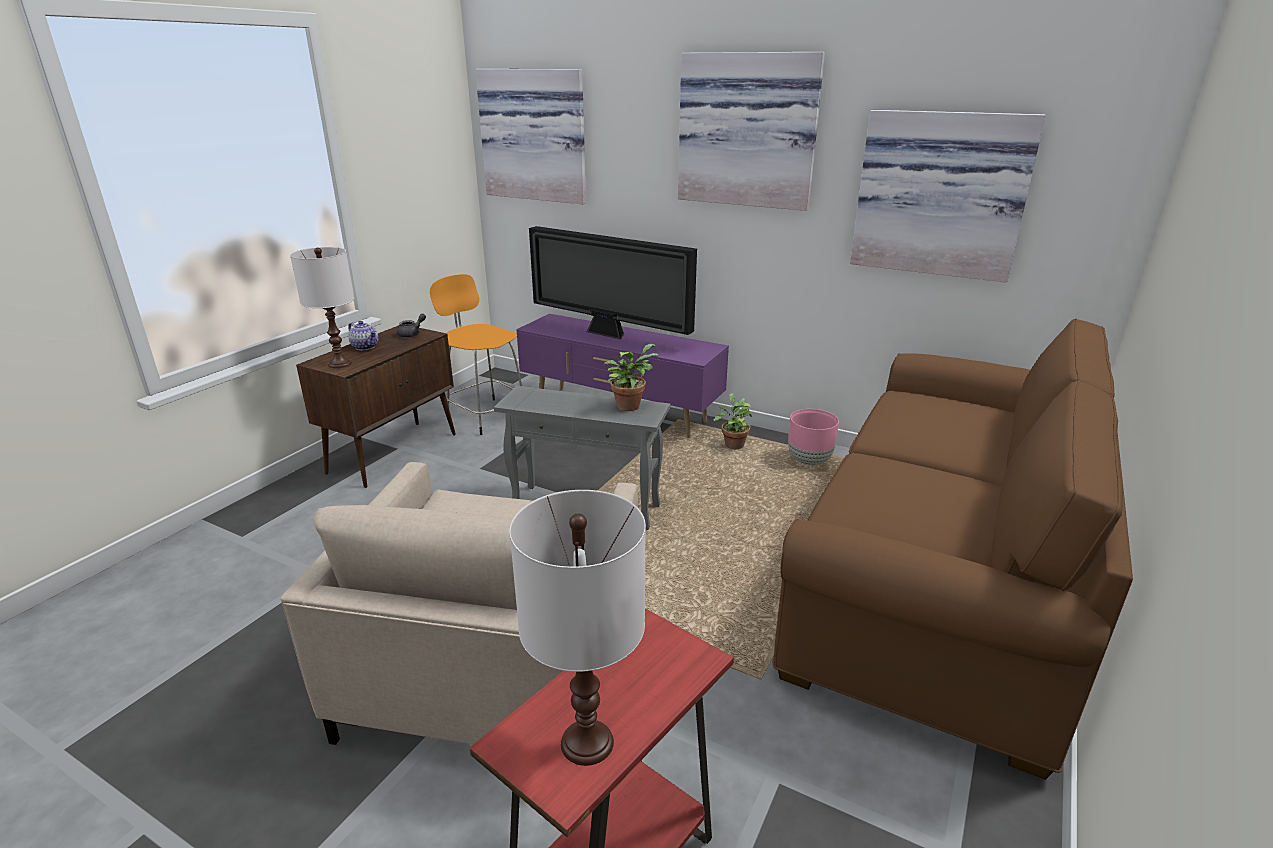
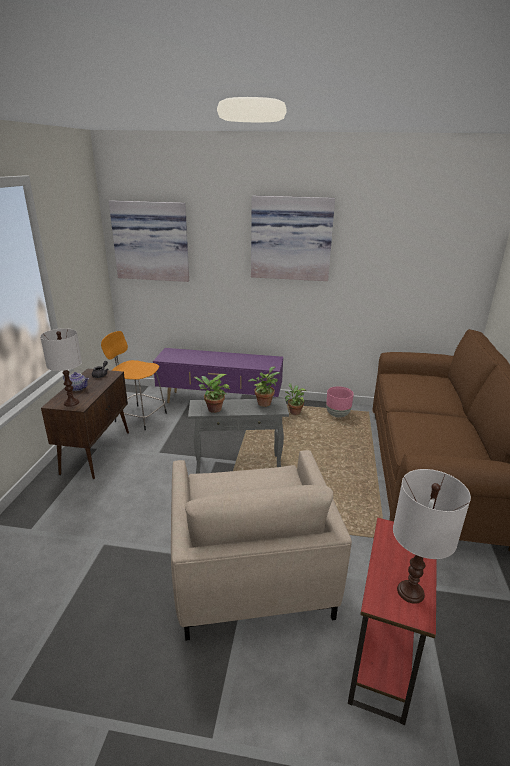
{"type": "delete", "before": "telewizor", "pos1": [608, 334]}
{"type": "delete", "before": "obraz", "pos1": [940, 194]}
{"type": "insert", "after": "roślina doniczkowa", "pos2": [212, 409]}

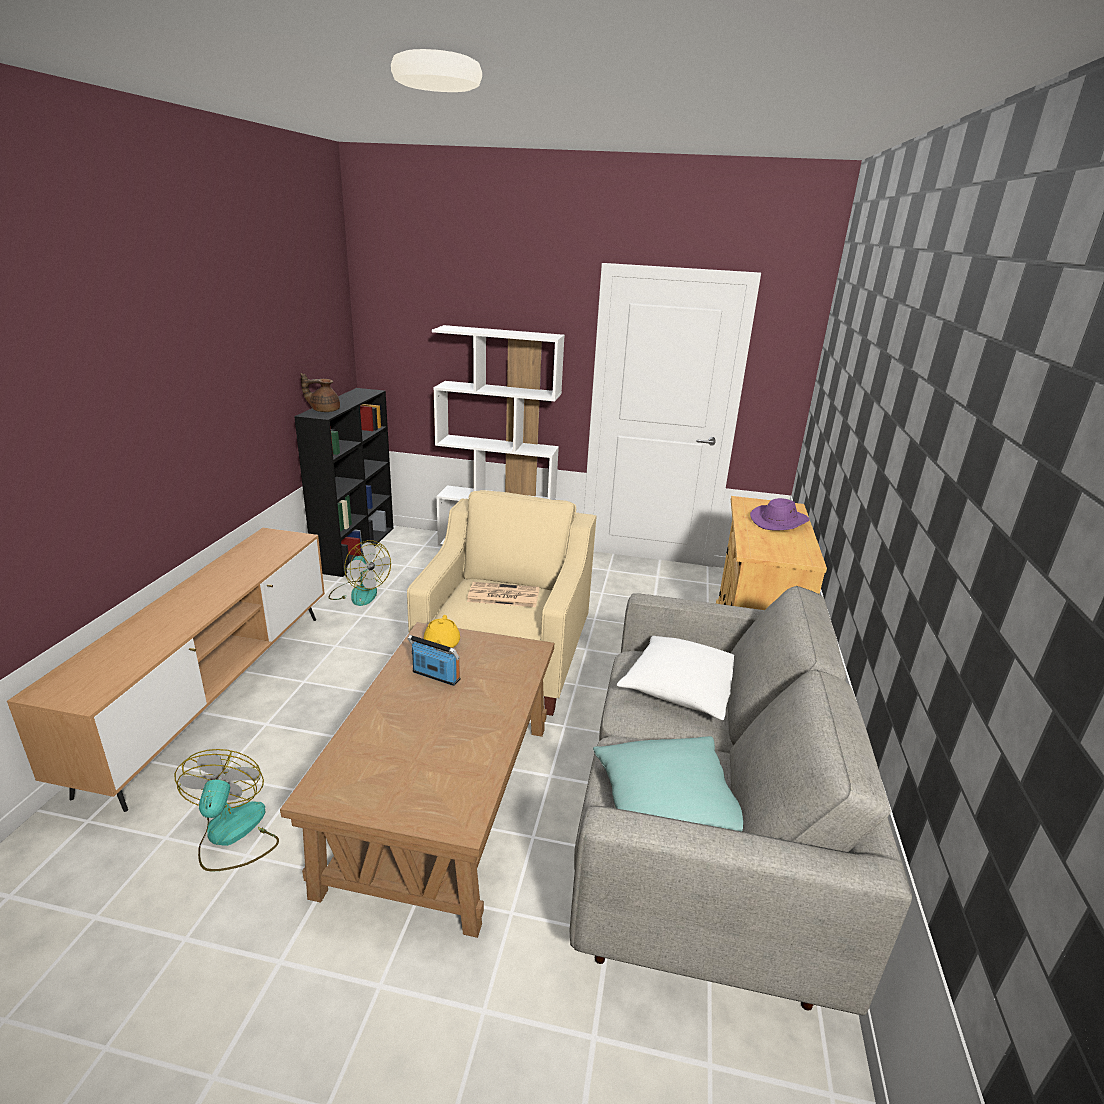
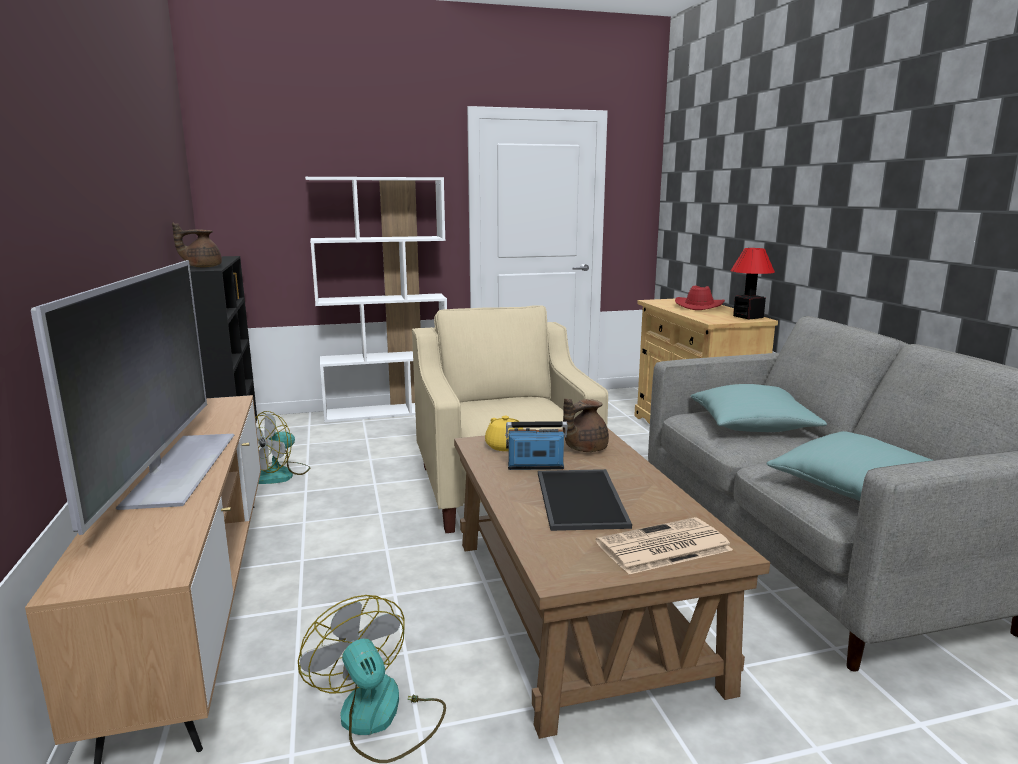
{"type": "insert", "after": "telewizor", "pos2": [178, 468]}
{"type": "insert", "after": "taca", "pos2": [583, 499]}
{"type": "insert", "after": "imbryk [brązowy]", "pos2": [584, 448]}
{"type": "insert", "after": "lampa stołowa", "pos2": [747, 316]}
{"type": "move", "before": "gazeta", "pos1": [502, 595], "pos2": [662, 547]}
{"type": "recolor", "before": "poduszka [biały]", "after": "poduszka [turkusowy]", "pos1": [682, 689], "pos2": [752, 425]}
{"type": "recolor", "before": "kapelusz [fioletowy]", "after": "kapelusz [czerwony]", "pos1": [779, 521], "pos2": [699, 306]}
{"type": "rotate", "before": "wentylator", "pos1": [359, 593], "pos2": [280, 474], "turn": 105}

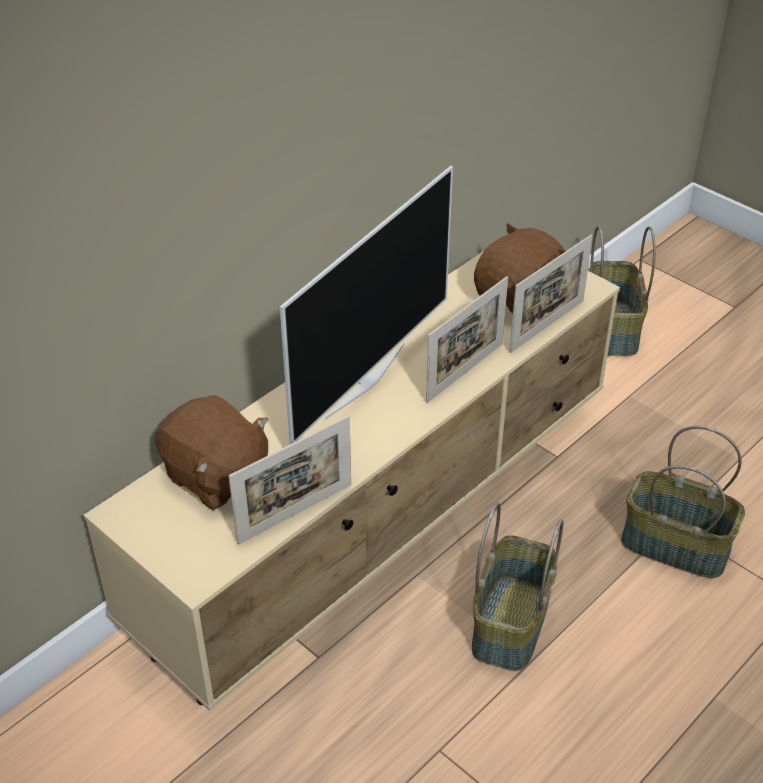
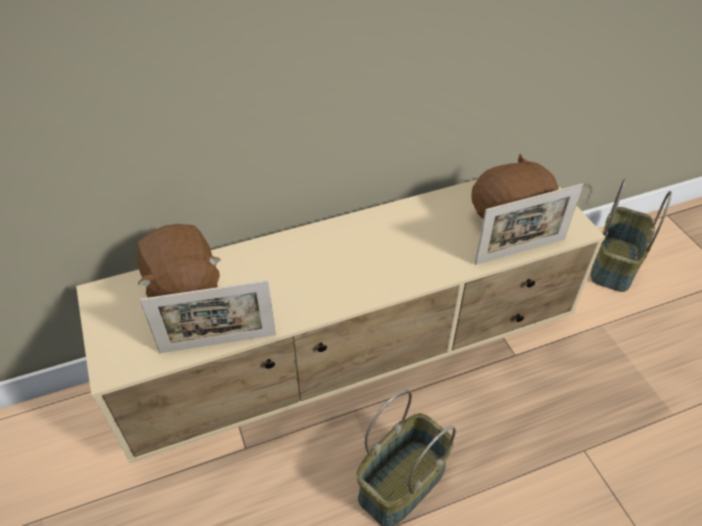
{"type": "delete", "before": "telewizor", "pos1": [363, 380]}
{"type": "delete", "before": "ramka na zdjęcie", "pos1": [465, 372]}
{"type": "delete", "before": "koszyk", "pos1": [673, 546]}

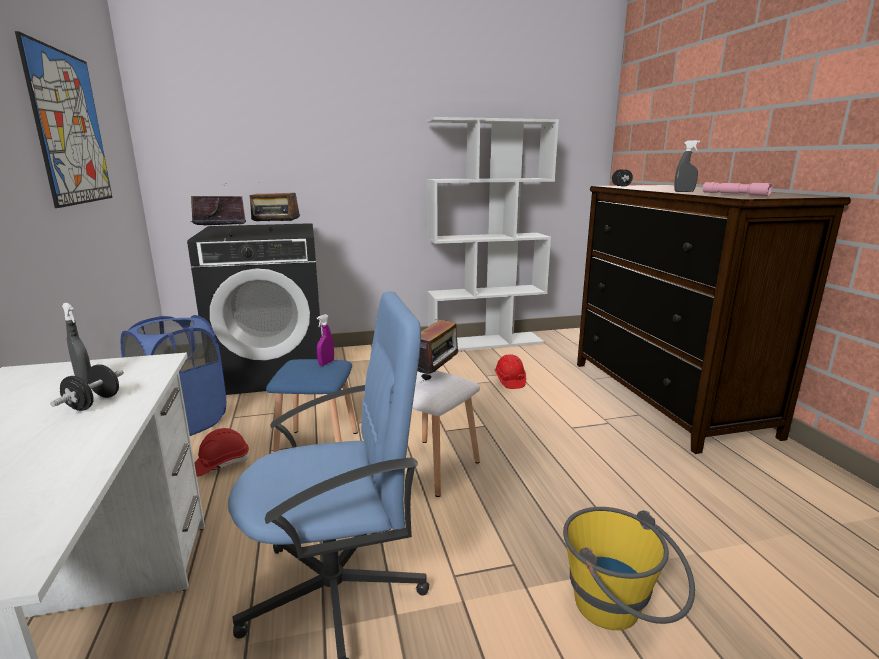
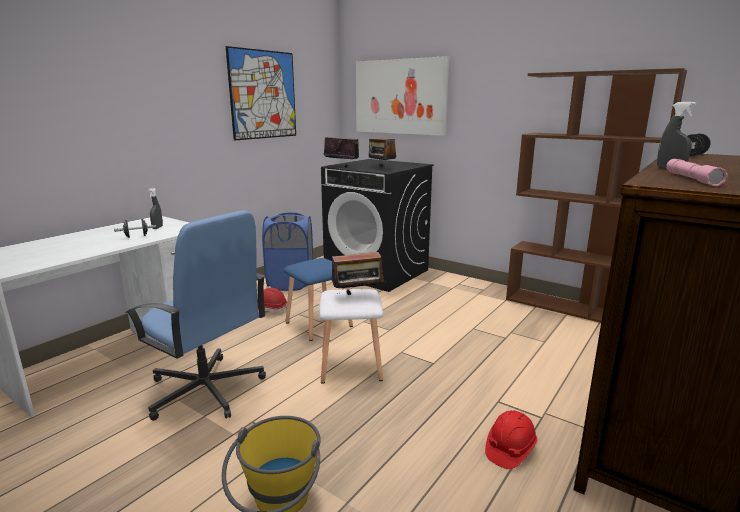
{"type": "delete", "before": "spryskiwacz [fioletowy]", "pos1": [326, 363]}
{"type": "insert", "after": "obraz", "pos2": [400, 97]}
{"type": "move", "before": "kask [czerwony]", "pos1": [509, 381], "pos2": [509, 449]}
{"type": "recolor", "before": "regał [biały]", "after": "regał [brązowy]", "pos1": [486, 342], "pos2": [570, 308]}

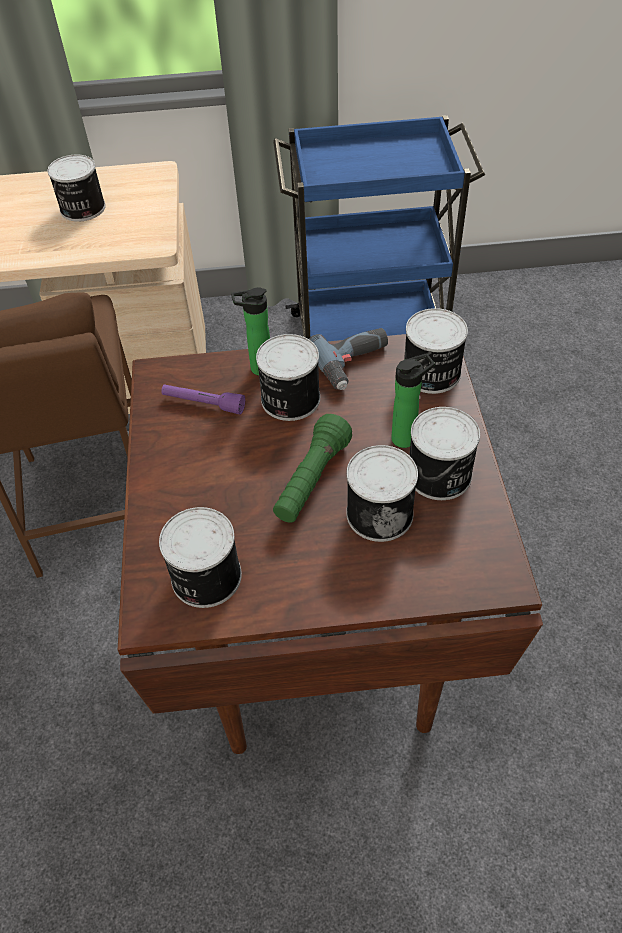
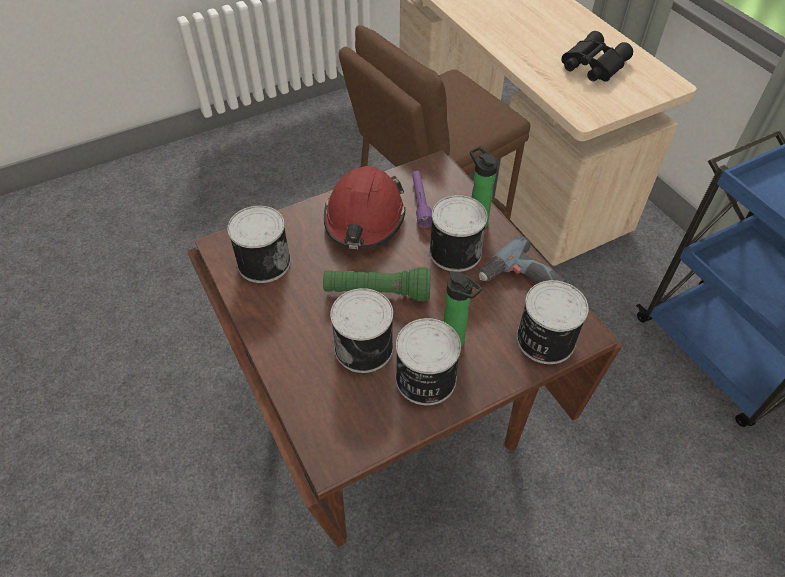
{"type": "insert", "after": "kask [czerwony]", "pos2": [364, 219]}
{"type": "replace", "before": "puszka", "after": "lornetka [czarny]", "pos1": [82, 209], "pos2": [592, 65]}

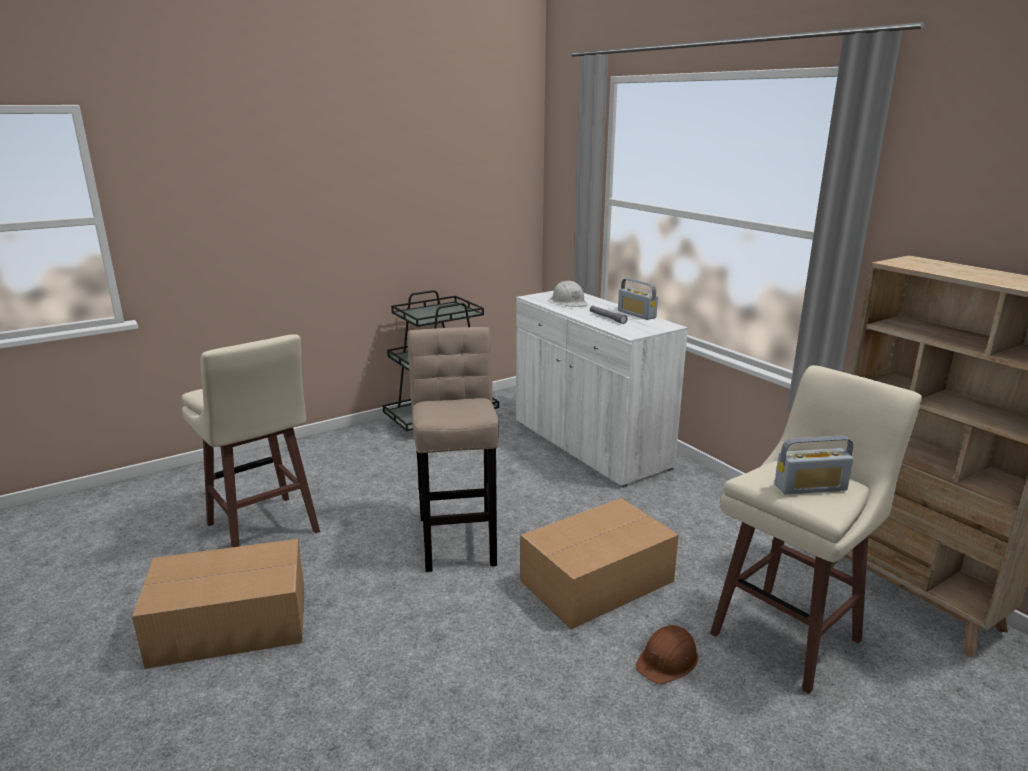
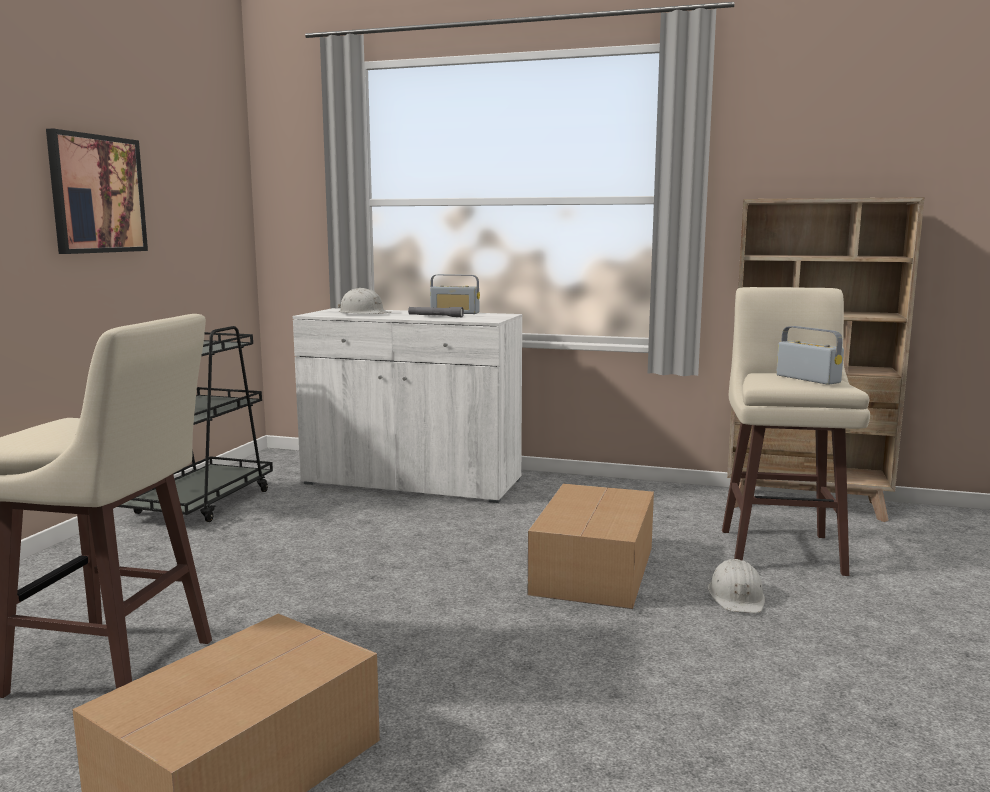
{"type": "delete", "before": "stołek [beżowy]", "pos1": [458, 536]}
{"type": "insert", "after": "obraz", "pos2": [97, 194]}
{"type": "recolor", "before": "kask [brązowy]", "after": "kask [biały]", "pos1": [668, 660], "pos2": [737, 597]}
{"type": "rotate", "before": "radio", "pos1": [810, 487], "pos2": [807, 379], "turn": -75}

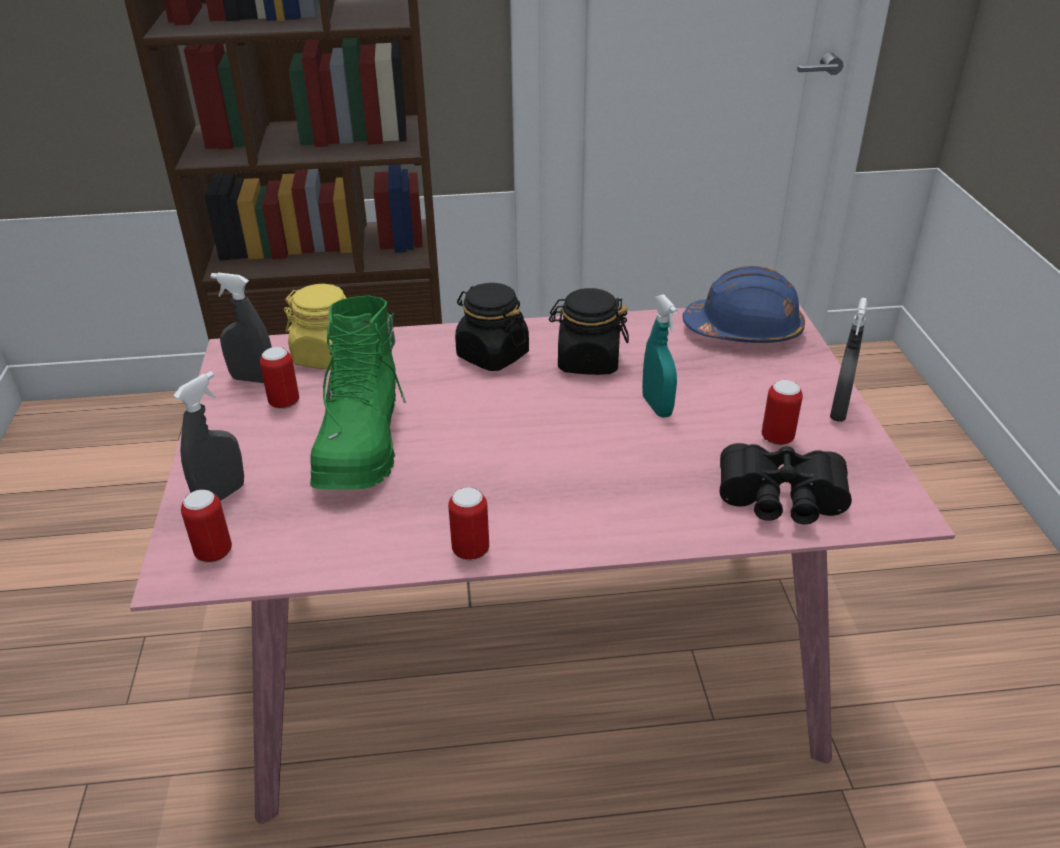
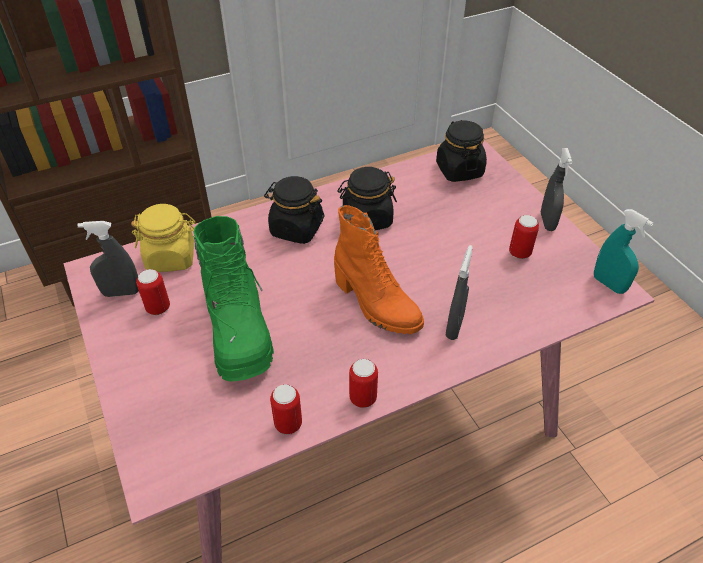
{"type": "delete", "before": "lornetka [czarny]", "pos1": [781, 502]}
{"type": "insert", "after": "but z cholewką [pomarańczowy]", "pos2": [375, 305]}
{"type": "move", "before": "spryskiwacz [szary]", "pos1": [221, 495], "pos2": [454, 327]}
{"type": "move", "before": "puszka", "pos1": [214, 552], "pos2": [288, 424]}
{"type": "move", "before": "spryskiwacz [turkusowy]", "pos1": [657, 406], "pos2": [608, 284]}
{"type": "replace", "before": "kask [niebieski]", "after": "słoik [czarny]", "pos1": [743, 330], "pos2": [459, 170]}

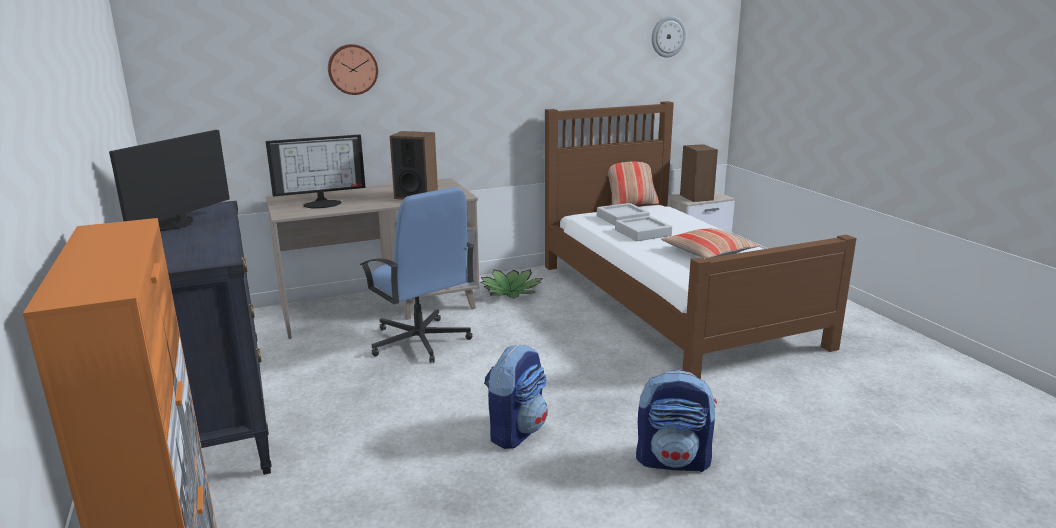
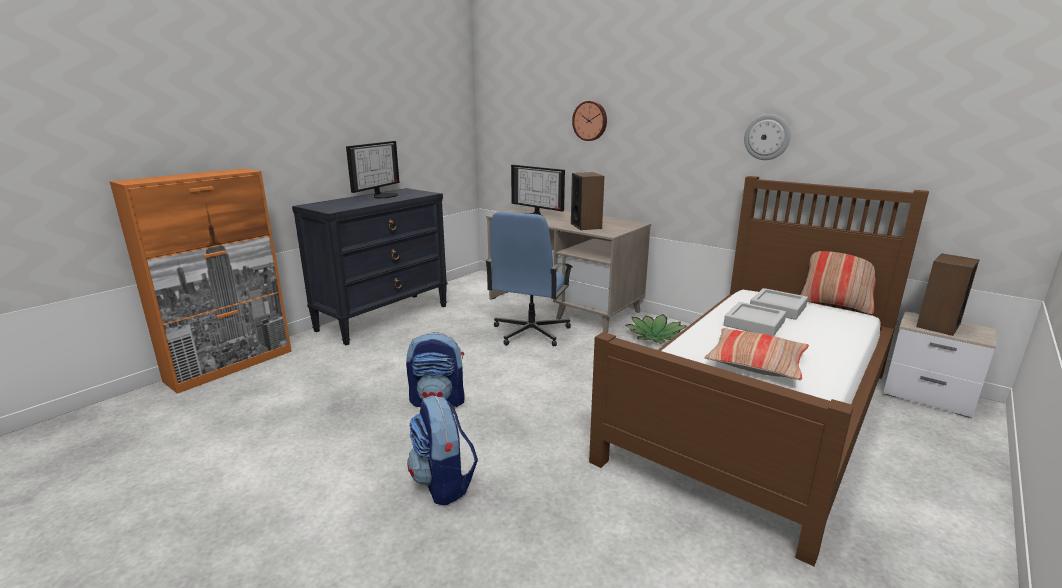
{"type": "move", "before": "zegar ścienny", "pos1": [668, 36], "pos2": [767, 137]}
{"type": "rotate", "before": "monitor", "pos1": [173, 225], "pos2": [383, 195], "turn": 120}

